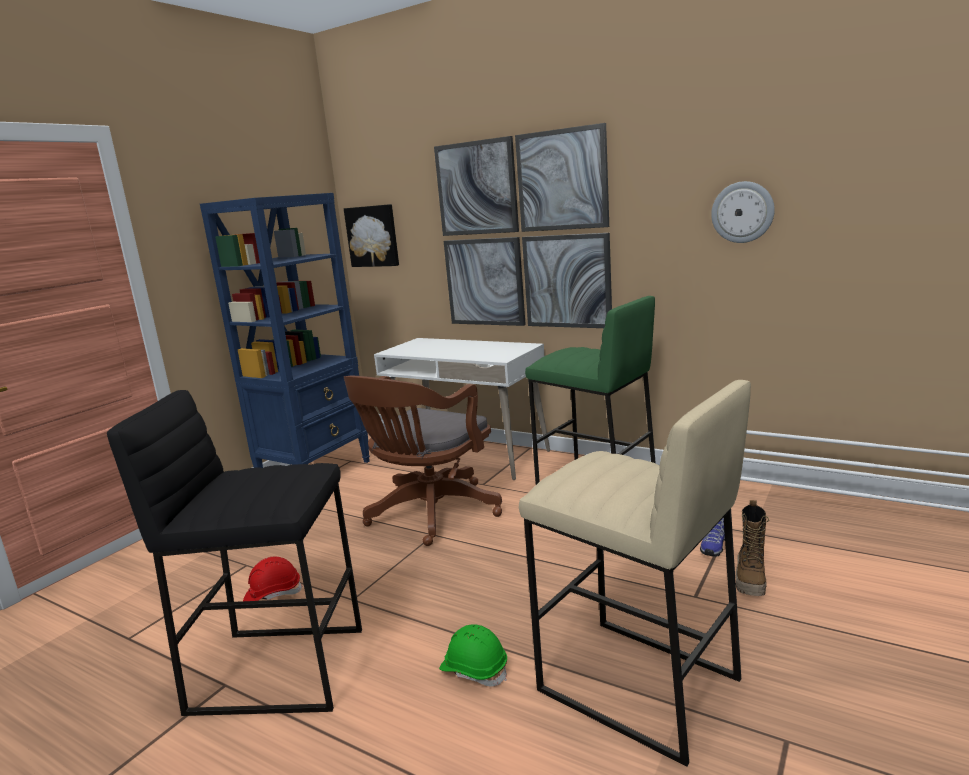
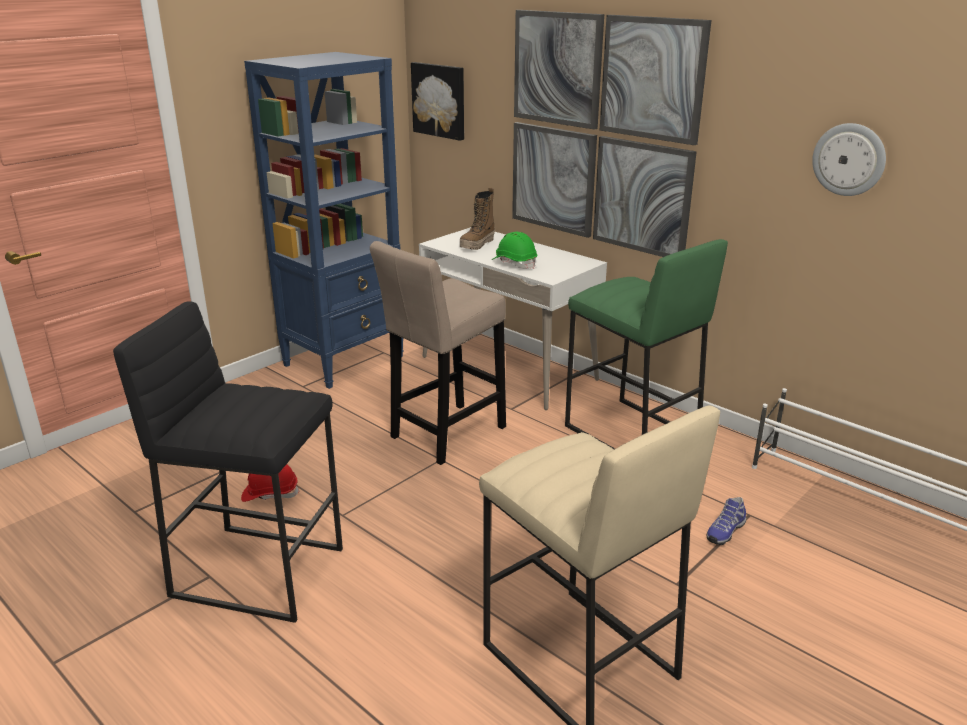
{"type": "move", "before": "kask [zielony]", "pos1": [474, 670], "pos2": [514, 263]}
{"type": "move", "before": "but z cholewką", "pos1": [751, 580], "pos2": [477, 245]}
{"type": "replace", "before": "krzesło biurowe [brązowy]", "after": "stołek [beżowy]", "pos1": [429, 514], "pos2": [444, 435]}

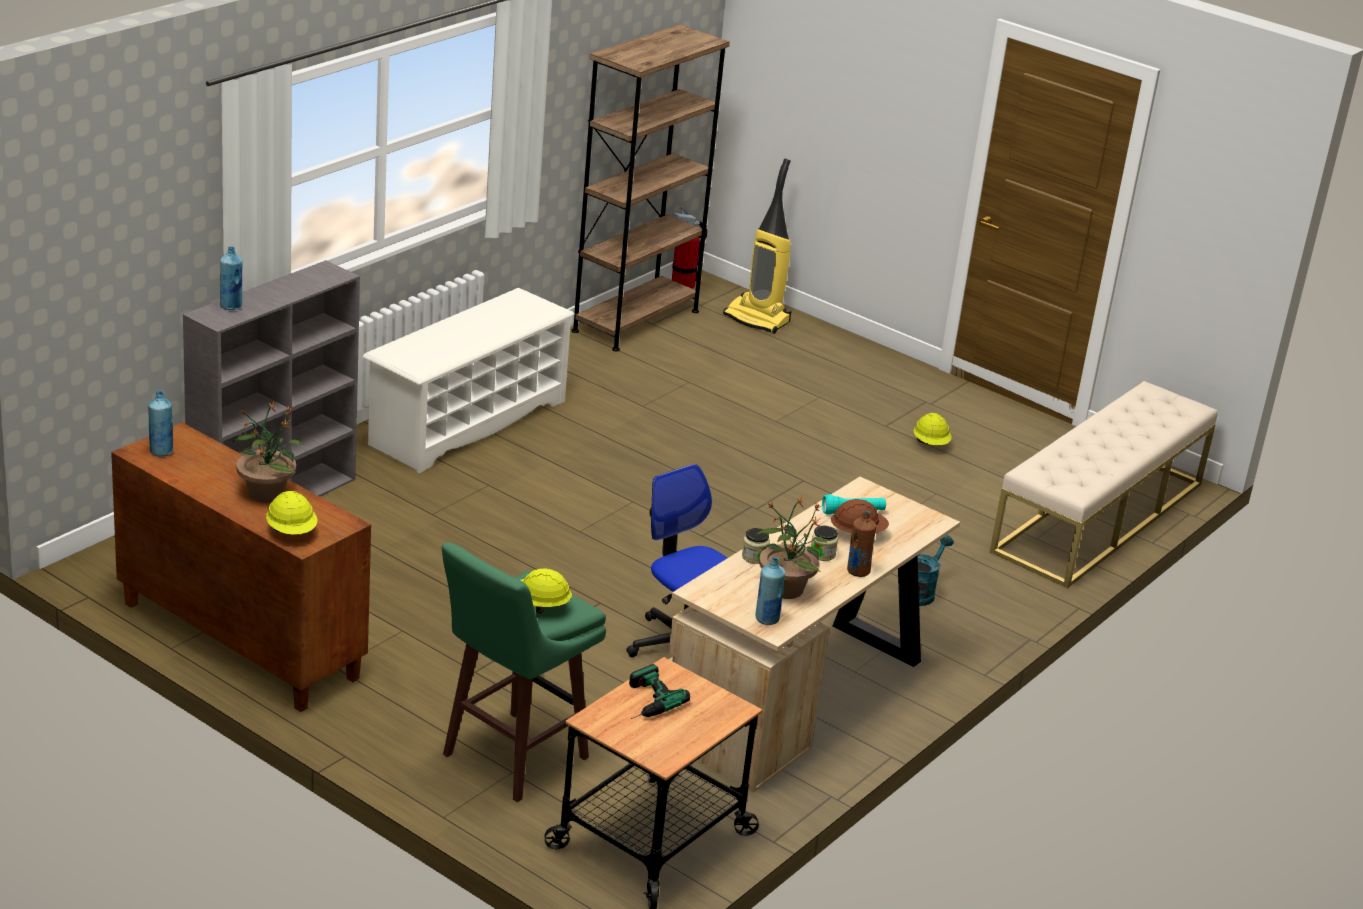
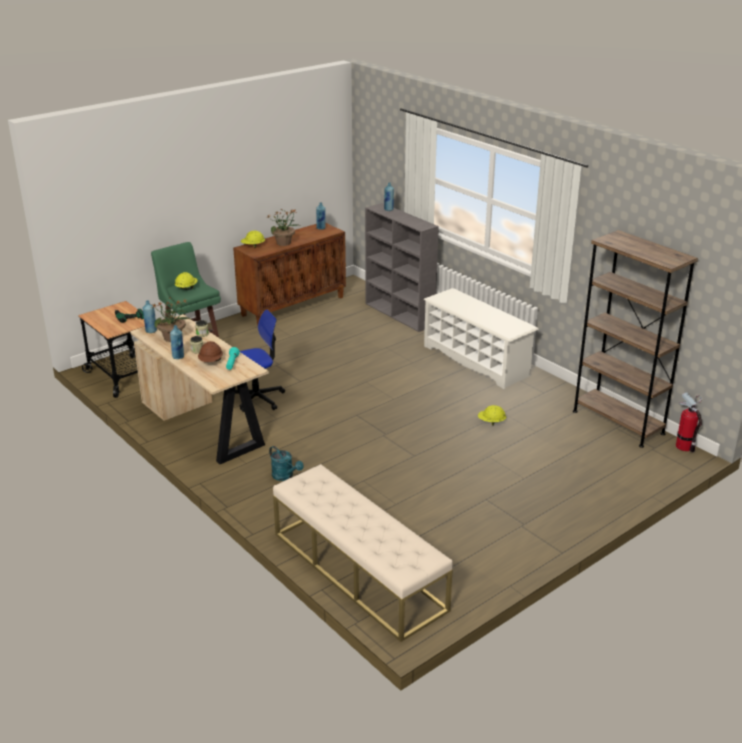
{"type": "delete", "before": "odkurzacz", "pos1": [758, 319]}
{"type": "move", "before": "kask [żółty]", "pos1": [930, 444], "pos2": [491, 422]}
{"type": "recolor", "before": "butelka [brązowy]", "after": "butelka [niebieski]", "pos1": [858, 571], "pos2": [178, 357]}

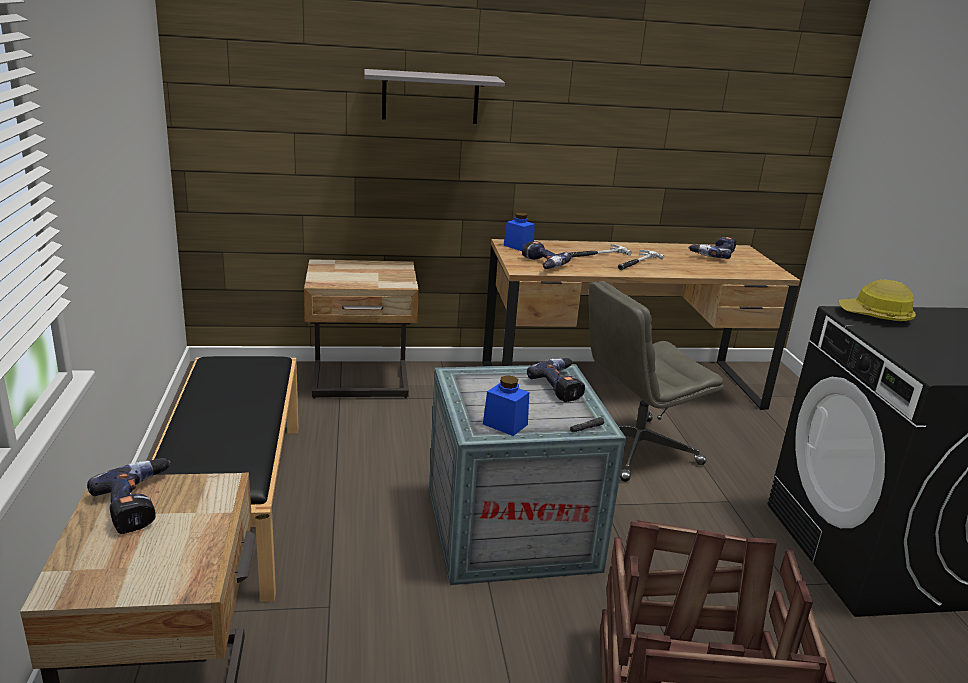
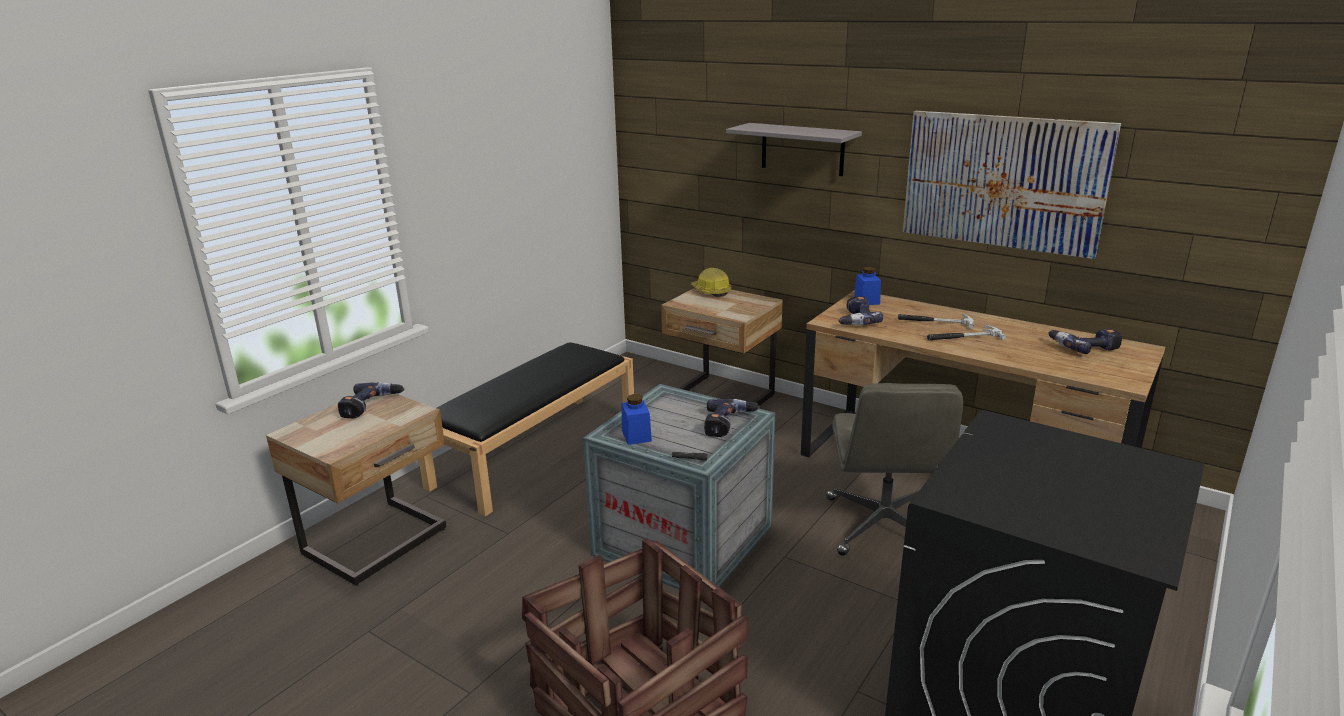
{"type": "insert", "after": "obraz", "pos2": [1003, 181]}
{"type": "move", "before": "kask", "pos1": [875, 316], "pos2": [711, 291]}
{"type": "rotate", "before": "krzesło biurowe [szary]", "pos1": [635, 449], "pos2": [884, 527], "turn": -105}

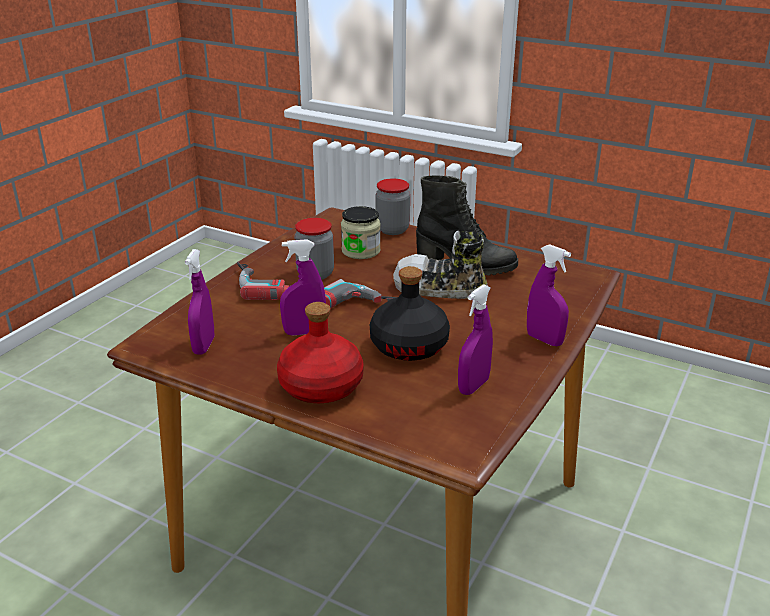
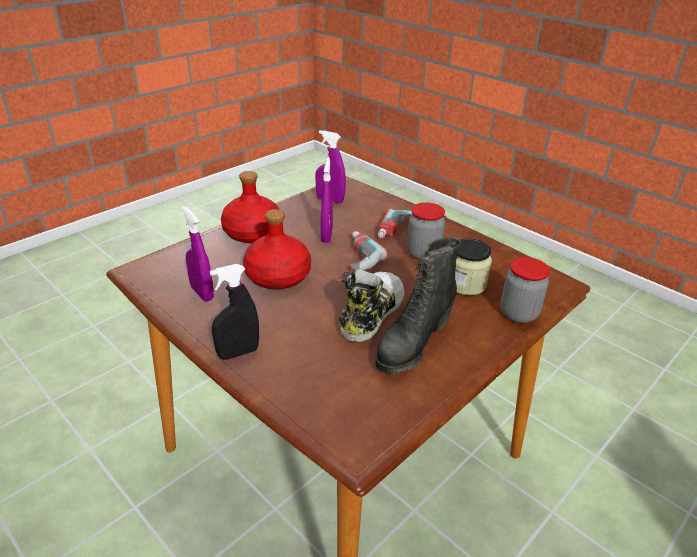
{"type": "recolor", "before": "butelka [czarny]", "after": "butelka [czerwony]", "pos1": [409, 345], "pos2": [278, 276]}
{"type": "recolor", "before": "spryskiwacz [fioletowy]", "after": "spryskiwacz [czarny]", "pos1": [544, 340], "pos2": [238, 353]}

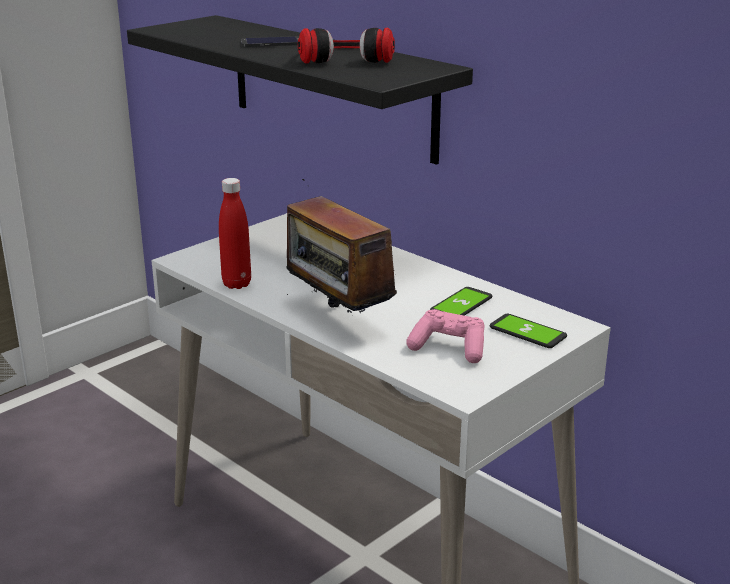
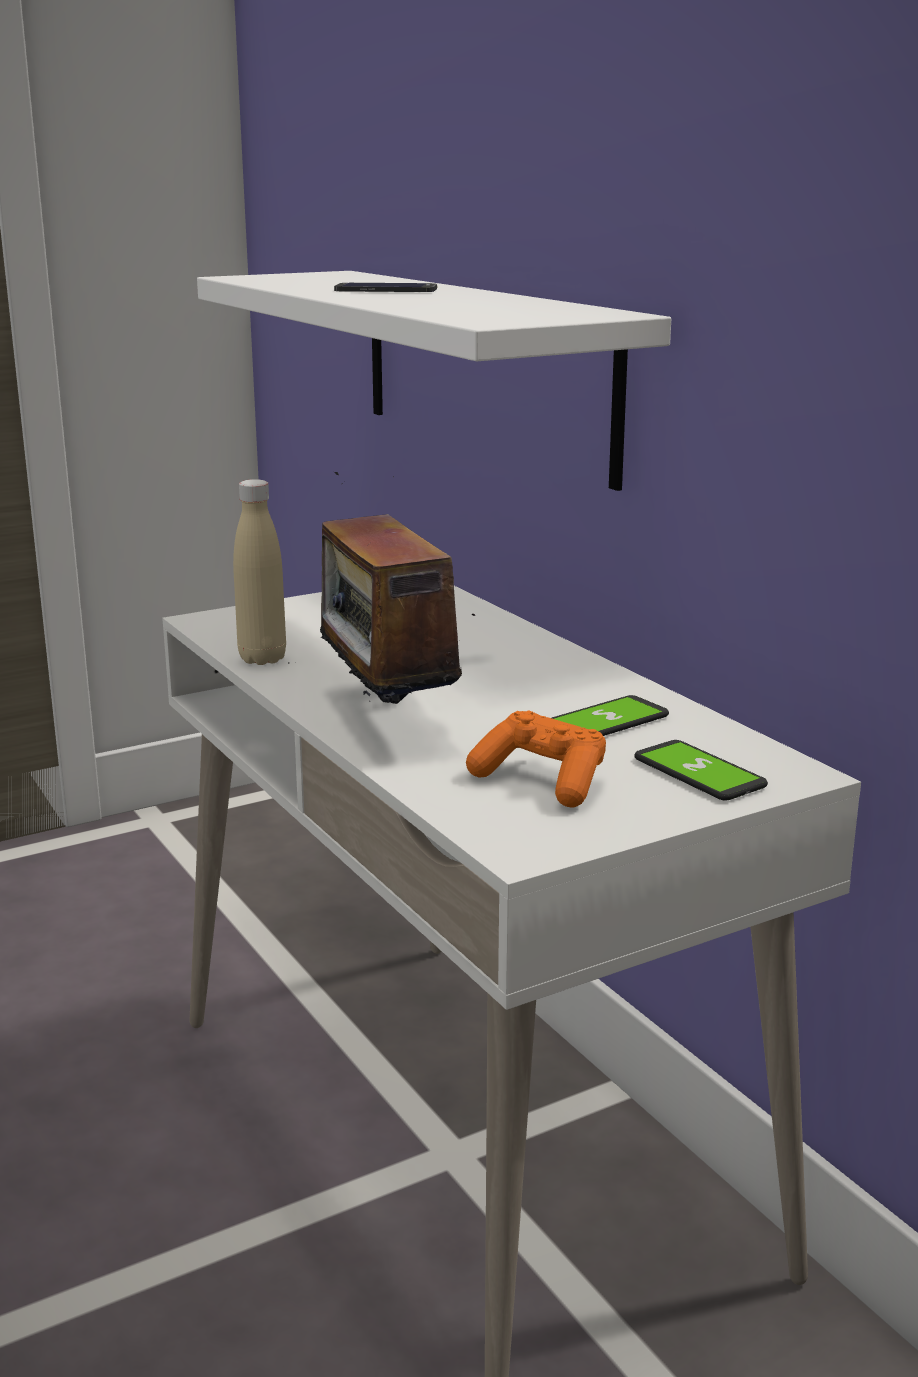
{"type": "delete", "before": "słuchawki", "pos1": [345, 57]}
{"type": "recolor", "before": "półka [czarny]", "after": "półka [biały]", "pos1": [330, 86], "pos2": [484, 369]}
{"type": "recolor", "before": "butelka [czerwony]", "after": "butelka [beżowy]", "pos1": [236, 284], "pos2": [262, 658]}
{"type": "recolor", "before": "pad do gier [różowy]", "after": "pad do gier [pomarańczowy]", "pos1": [449, 348], "pos2": [542, 781]}

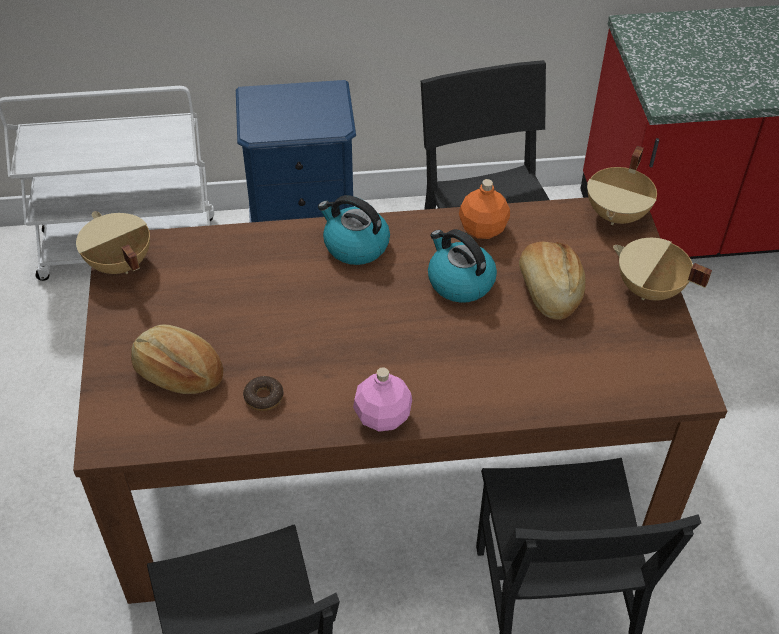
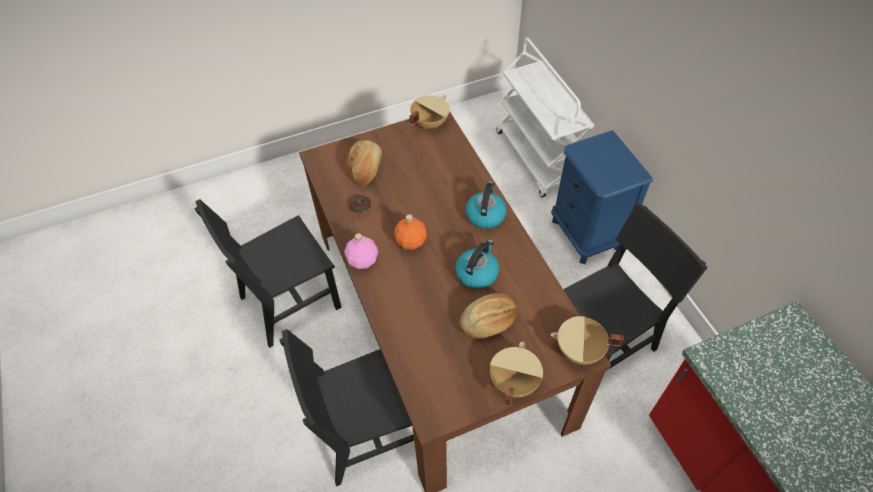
{"type": "move", "before": "butelka [pomarańczowy]", "pos1": [483, 229], "pos2": [410, 242]}

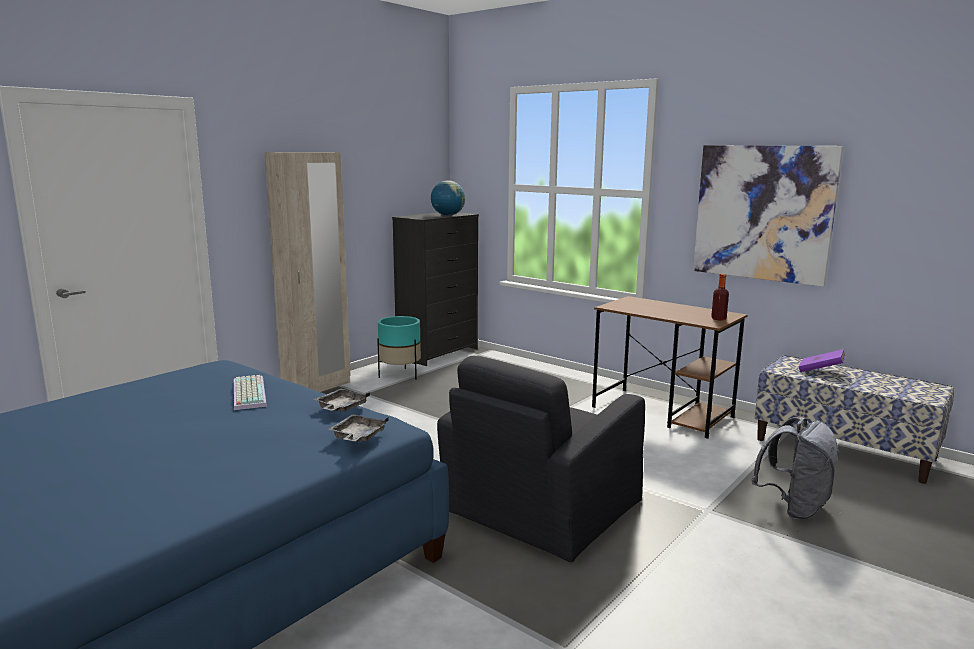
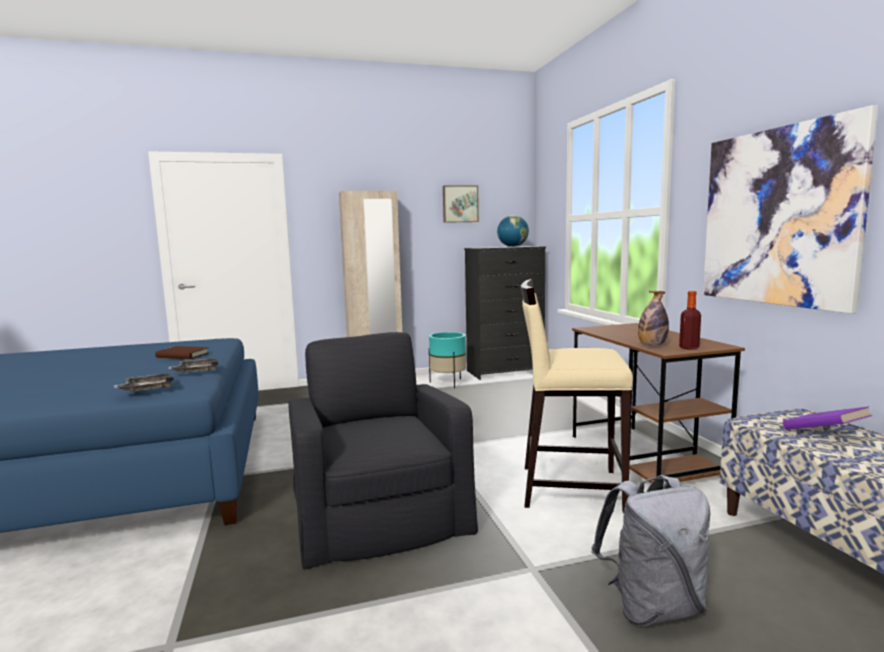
{"type": "insert", "after": "obraz", "pos2": [460, 204]}
{"type": "insert", "after": "stołek [beżowy]", "pos2": [569, 487]}
{"type": "insert", "after": "butelka", "pos2": [652, 345]}
{"type": "replace", "before": "klawiatura", "after": "książka [brązowy]", "pos1": [247, 393], "pos2": [182, 355]}
{"type": "rotate", "before": "fotel [czarny]", "pos1": [540, 506], "pos2": [377, 508], "turn": 90}

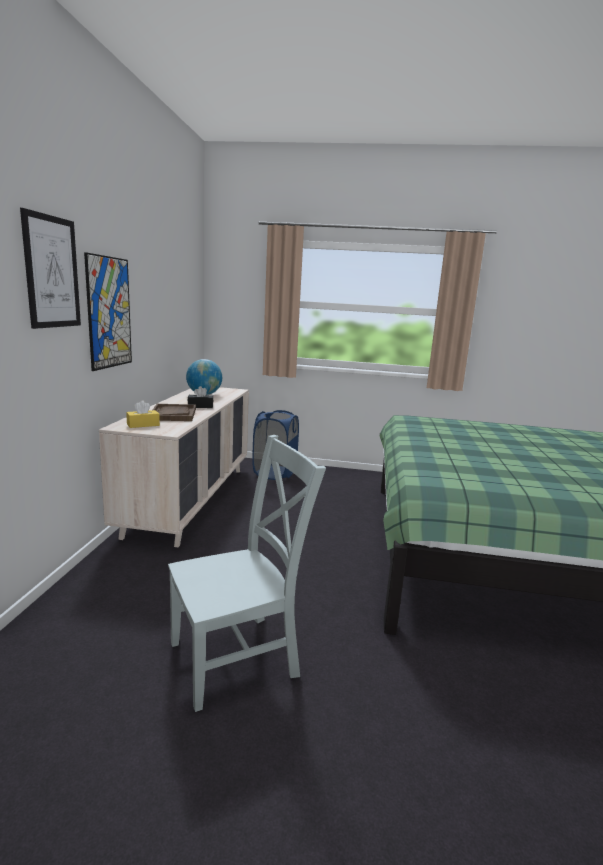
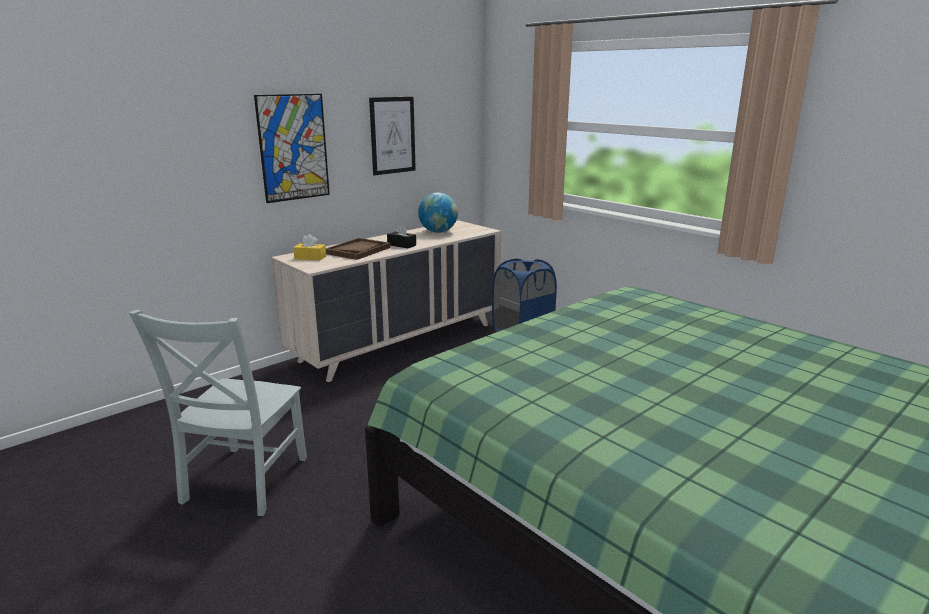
{"type": "move", "before": "obraz", "pos1": [52, 272], "pos2": [392, 135]}
{"type": "rotate", "before": "krzesło [szary]", "pos1": [239, 657], "pos2": [242, 483], "turn": 90}

